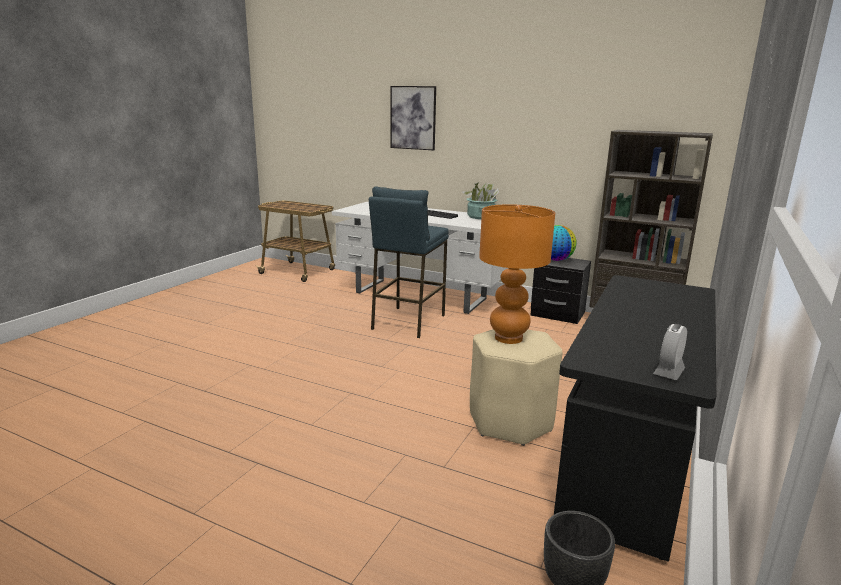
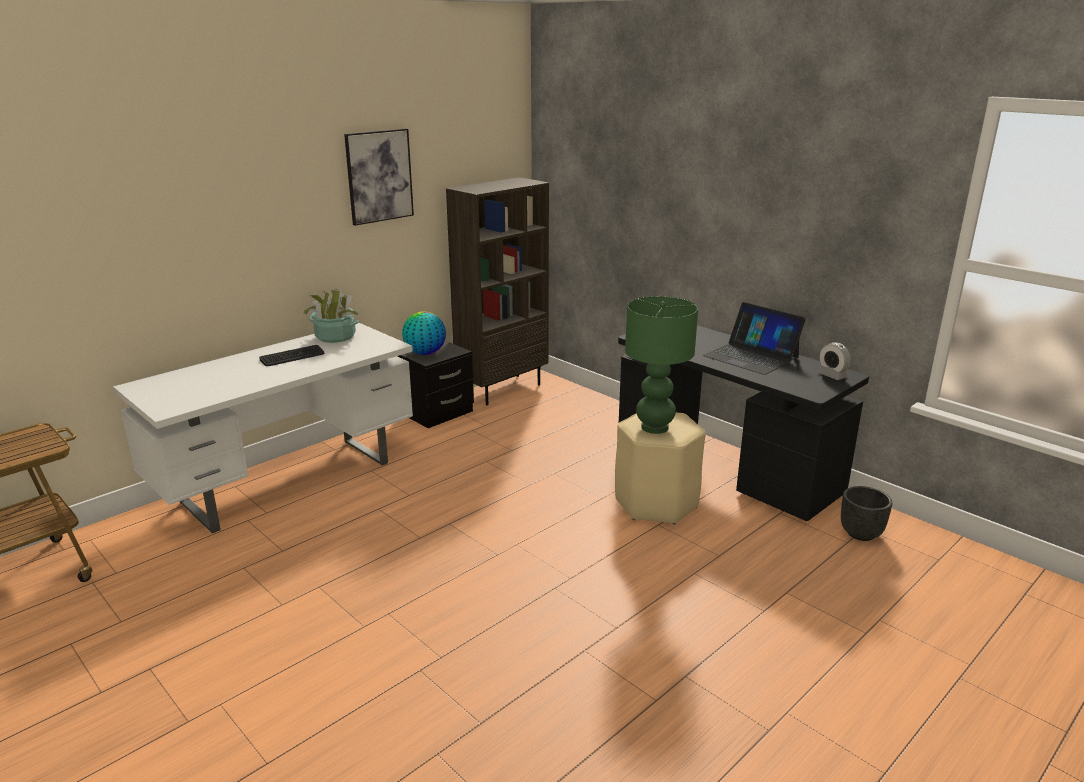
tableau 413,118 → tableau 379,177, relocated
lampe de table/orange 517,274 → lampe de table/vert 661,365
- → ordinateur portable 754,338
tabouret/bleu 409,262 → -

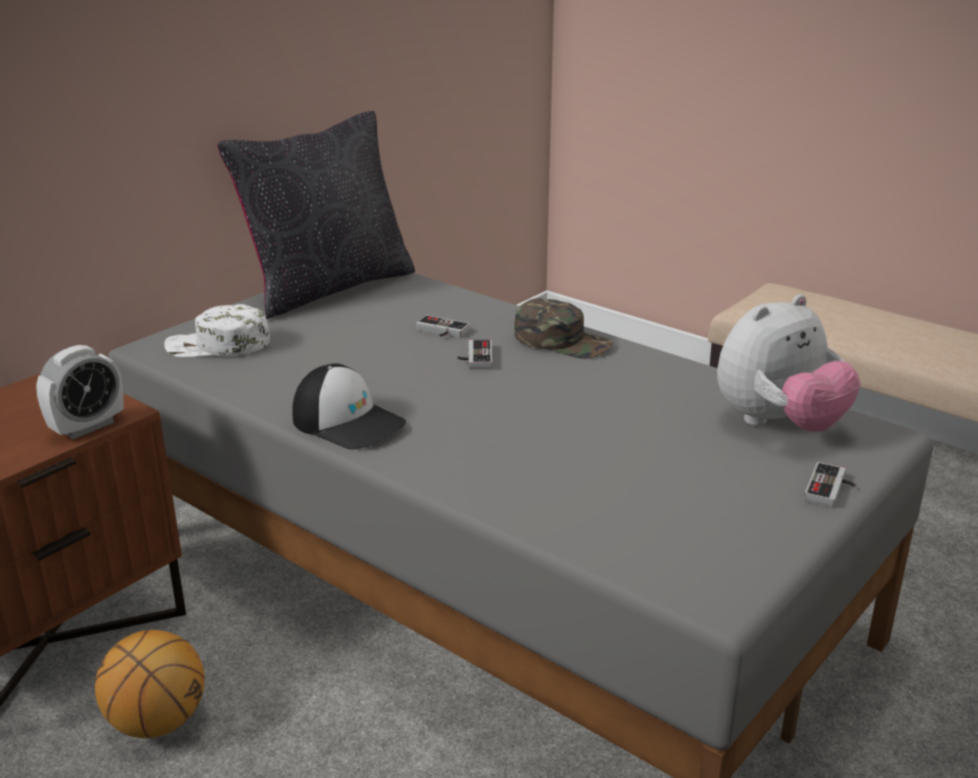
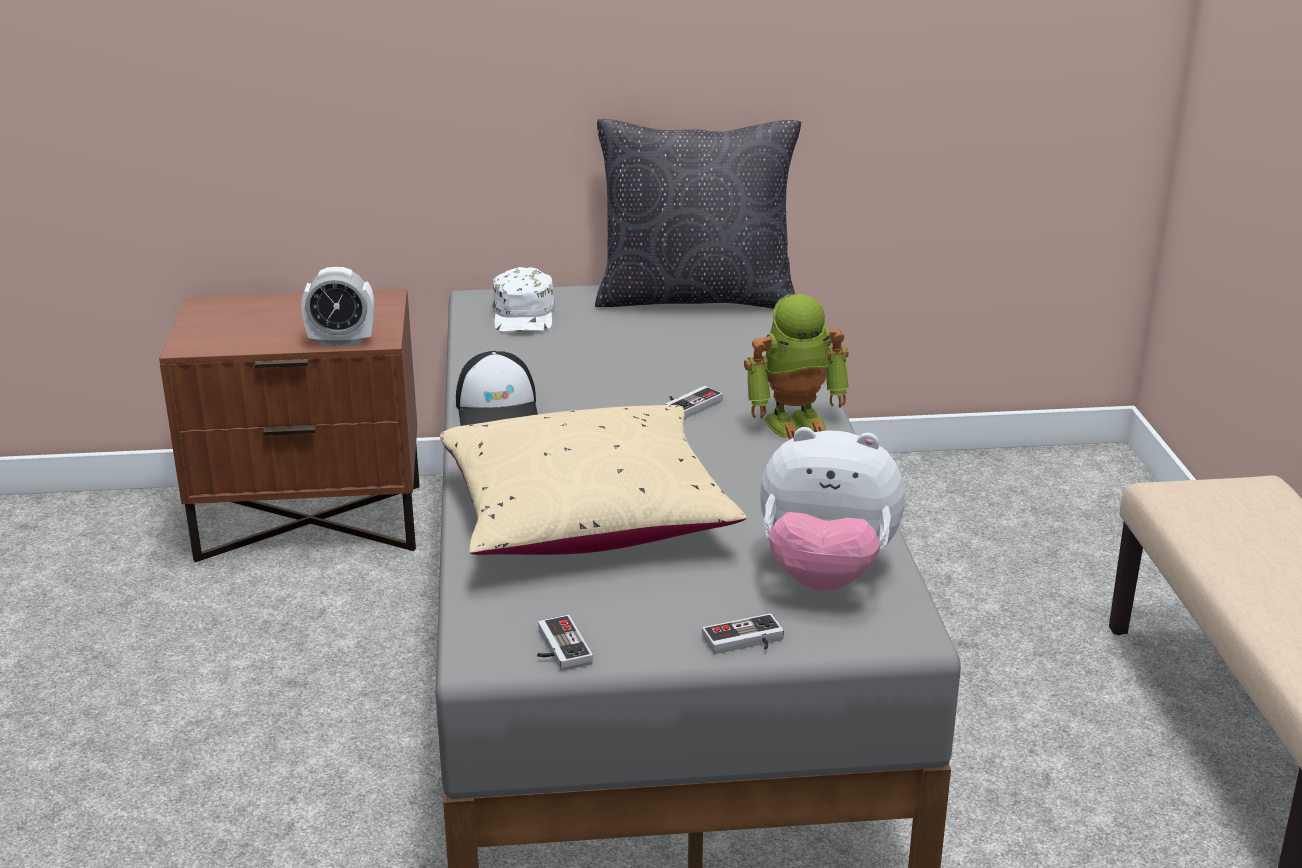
- → coussin/beige 593,480
casquette/blanc 217,331 → casquette/blanc 523,299, 135 degrees counterclockwise
manette 443,326 → manette 565,643, relocated
casquette/vert 564,328 → robot jouet 796,366
ballon de basket 150,684 → -

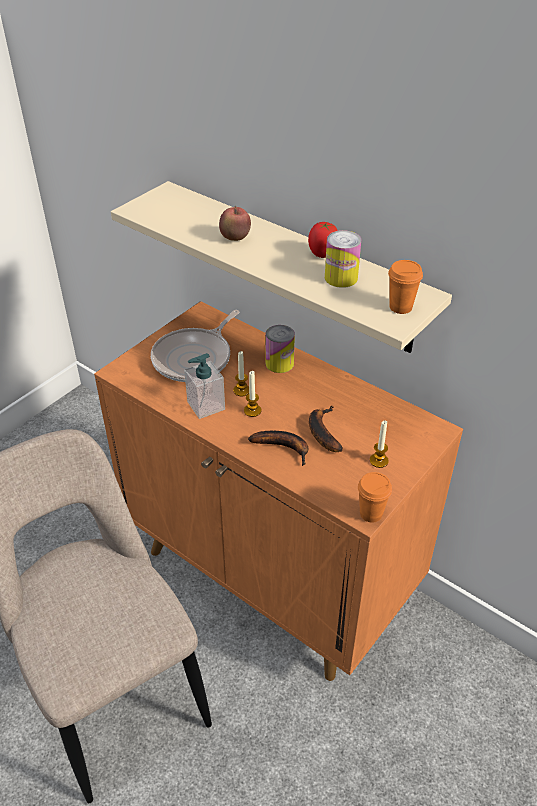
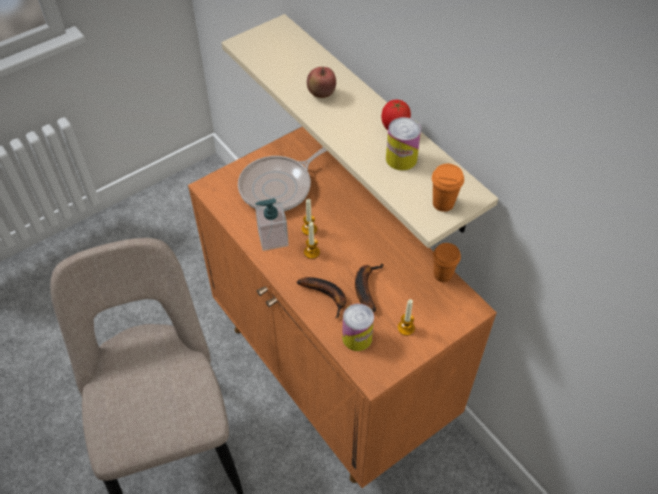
boîte métallique 280,349 → boîte métallique 358,327, relocated
tasse/orange 375,497 → tasse/orange 447,262, relocated

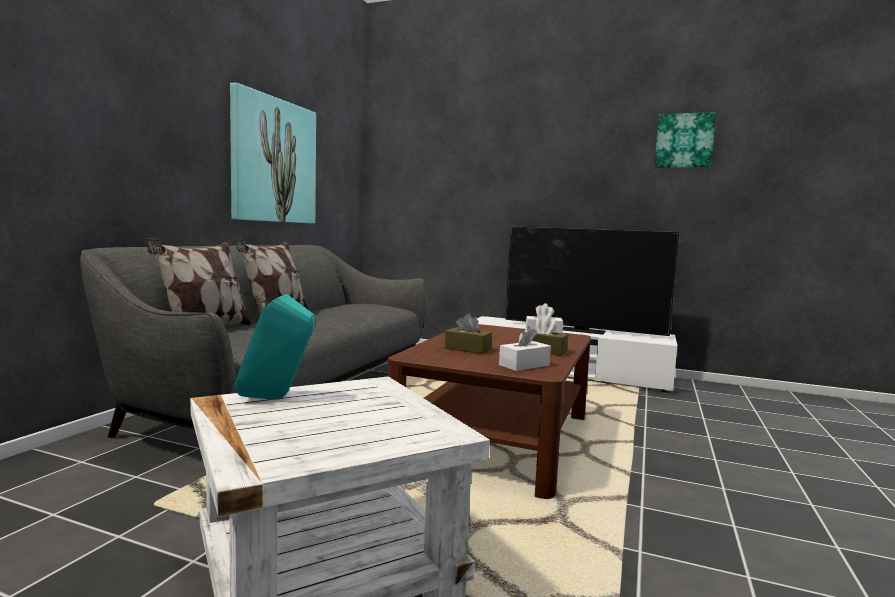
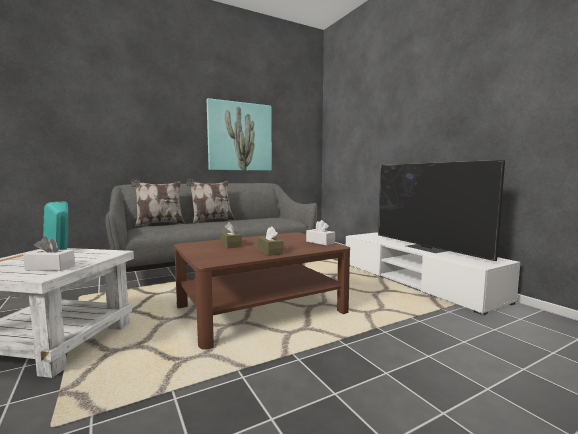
boîte à mouchoirs/blanc 525,348 → boîte à mouchoirs/blanc 49,253, relocated
tableau 685,140 → -

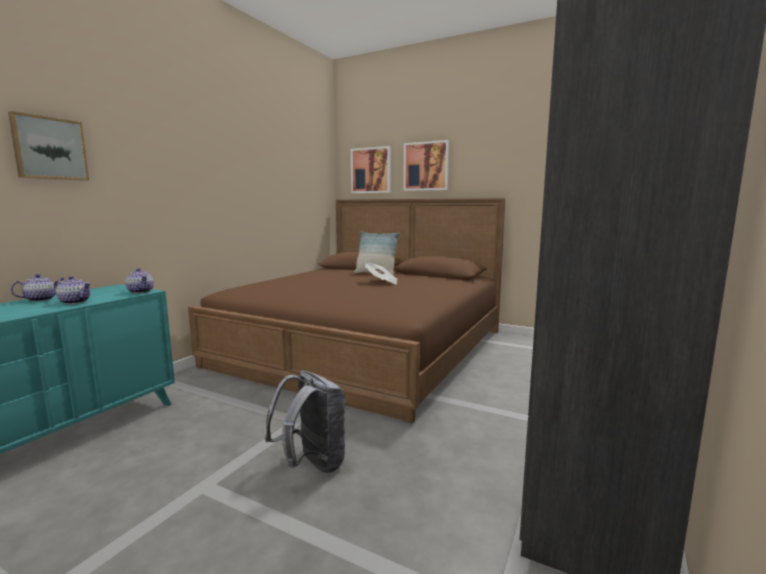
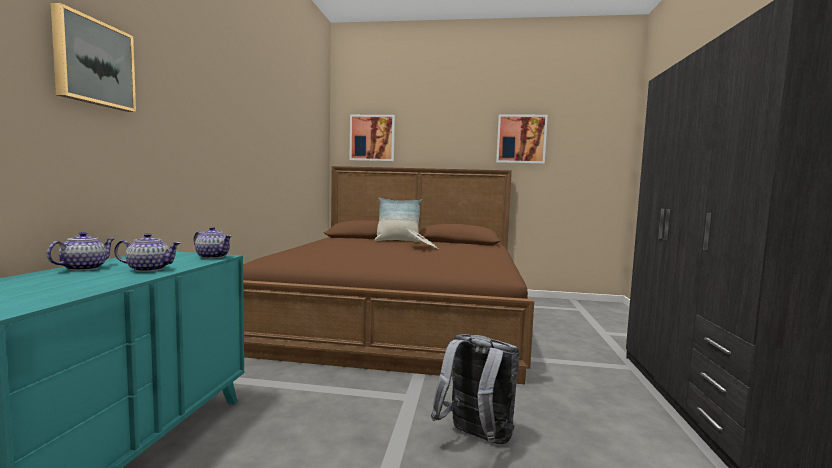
tableau 426,165 → tableau 522,139, relocated

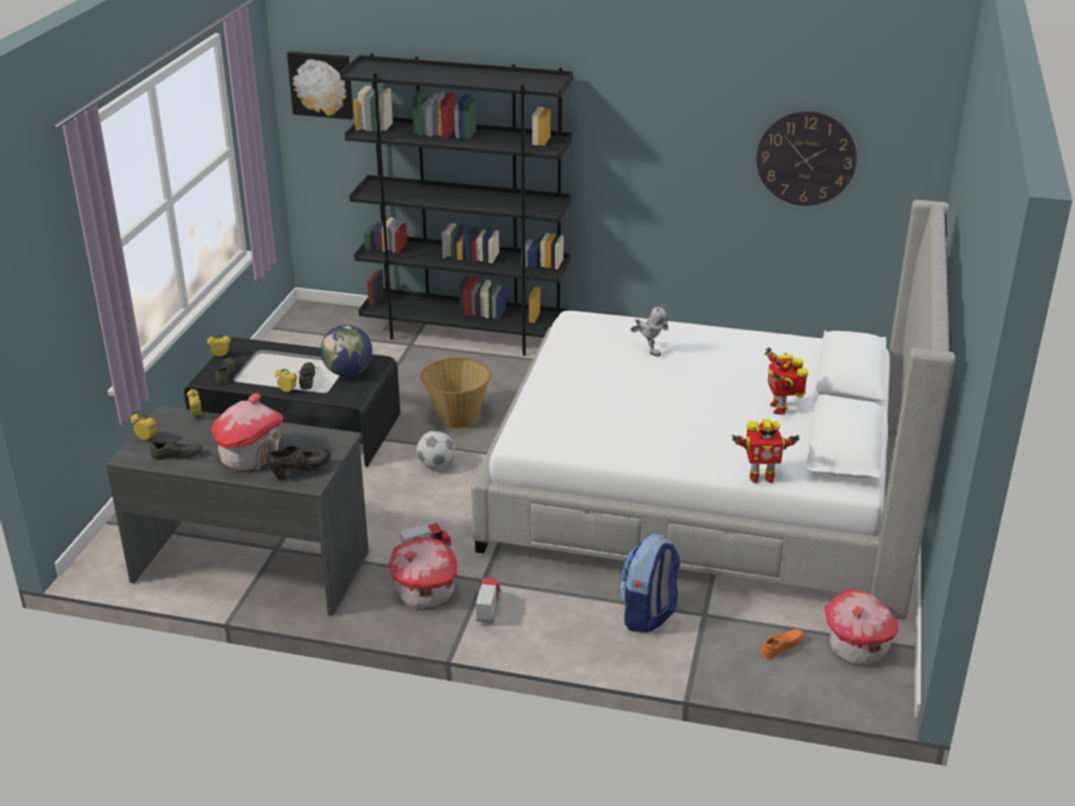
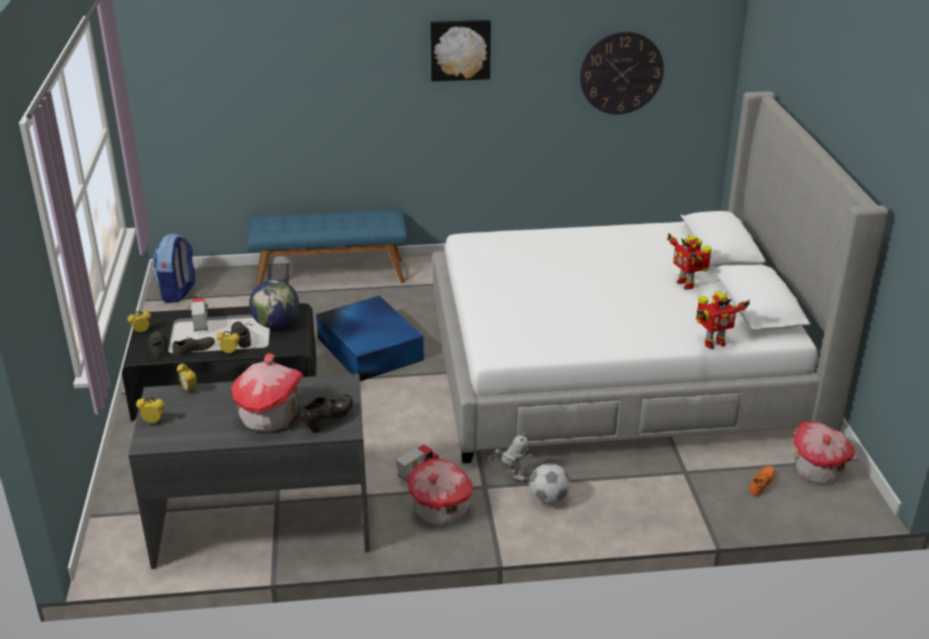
sac à dos 650,583 → sac à dos 174,268, relocated
chaussure/gris 176,449 → chaussure/gris 194,346, relocated
camion jouet 488,600 → camion jouet 198,315, relocated
bibliothèque/noir 456,204 → banc/bleu 327,247
panier 456,393 → boîte de rangement/bleu 370,338
tableau 320,85 → tableau 460,51, relocated
robot jouet 649,330 → robot jouet 510,457, relocated
ballon de foot 435,450 → ballon de foot 549,484, relocated

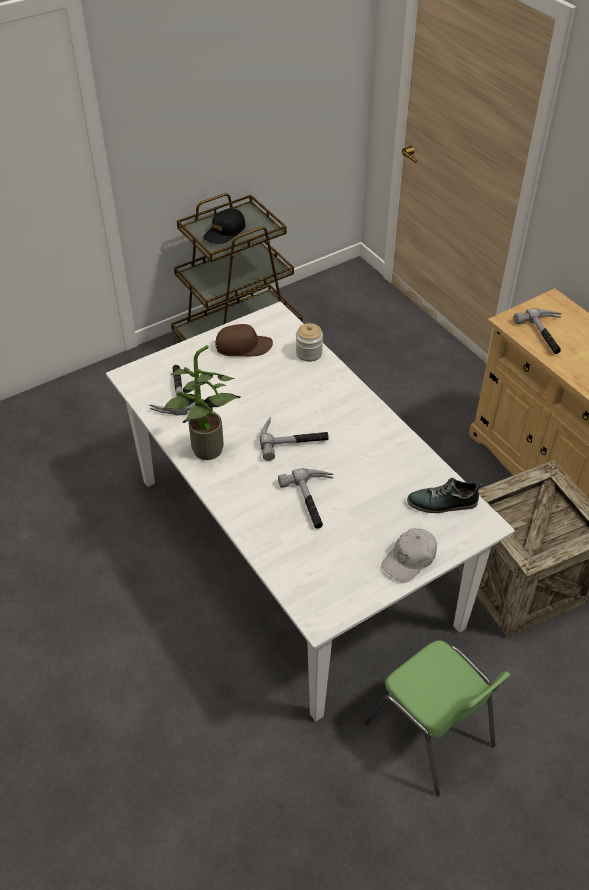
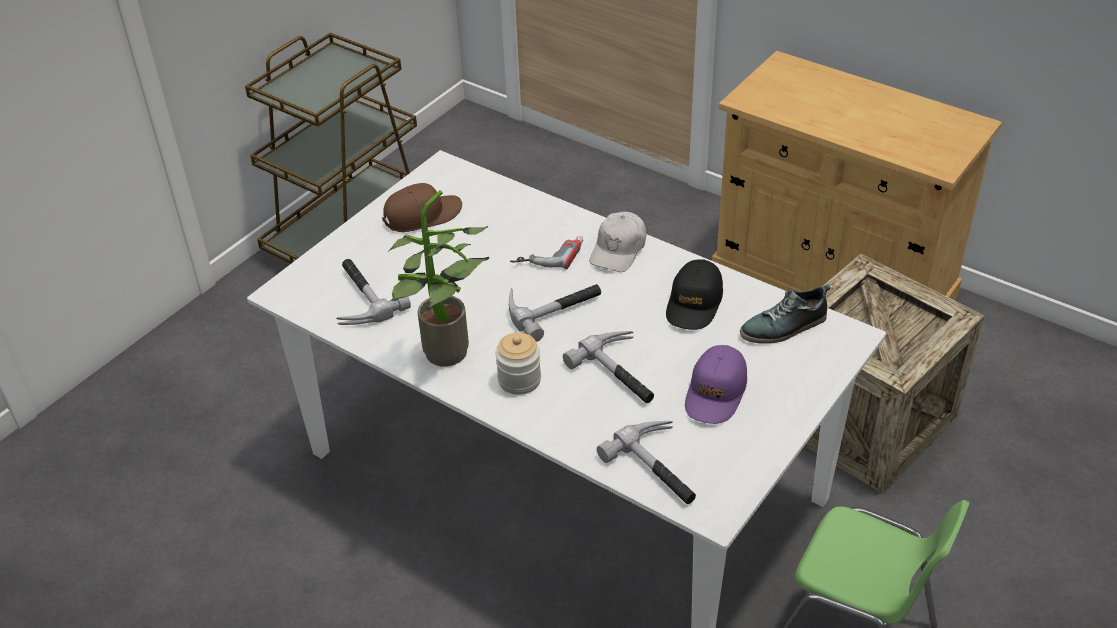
bocal 309,342 → bocal 518,364, relocated
- → perceuse 546,252
casquette/blanc 409,555 → casquette/blanc 617,242, relocated
marteau 538,331 → marteau 646,462, relocated
casquette/noir 224,226 → casquette/noir 694,295, relocated
- → casquette/violet 716,384

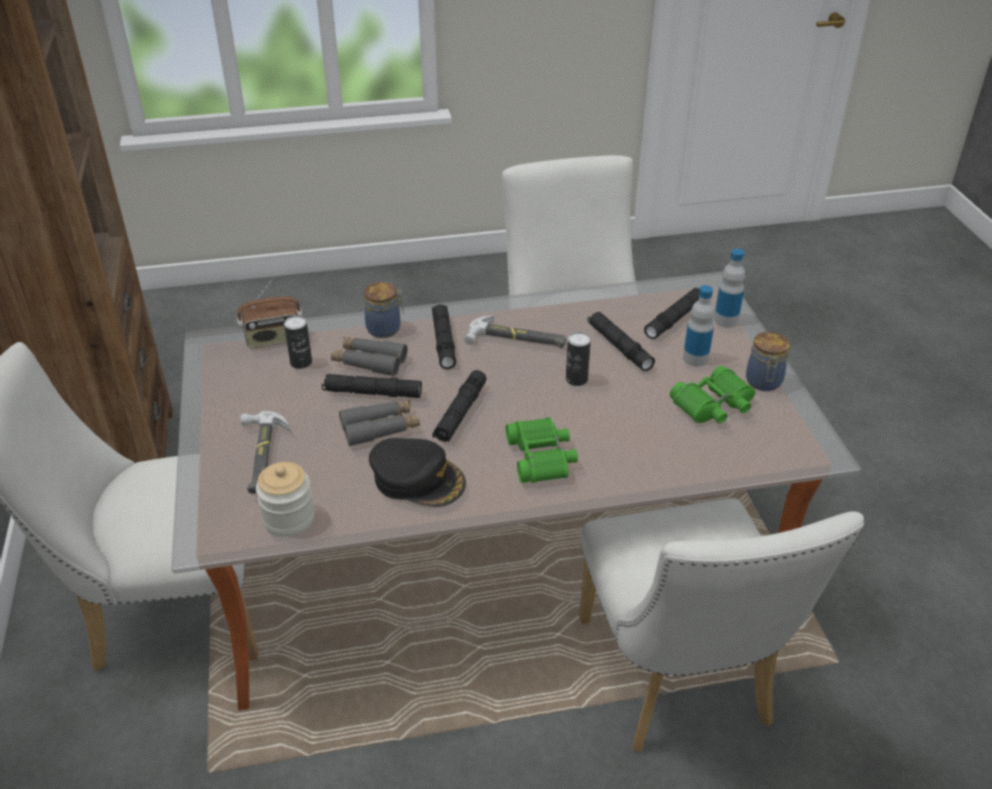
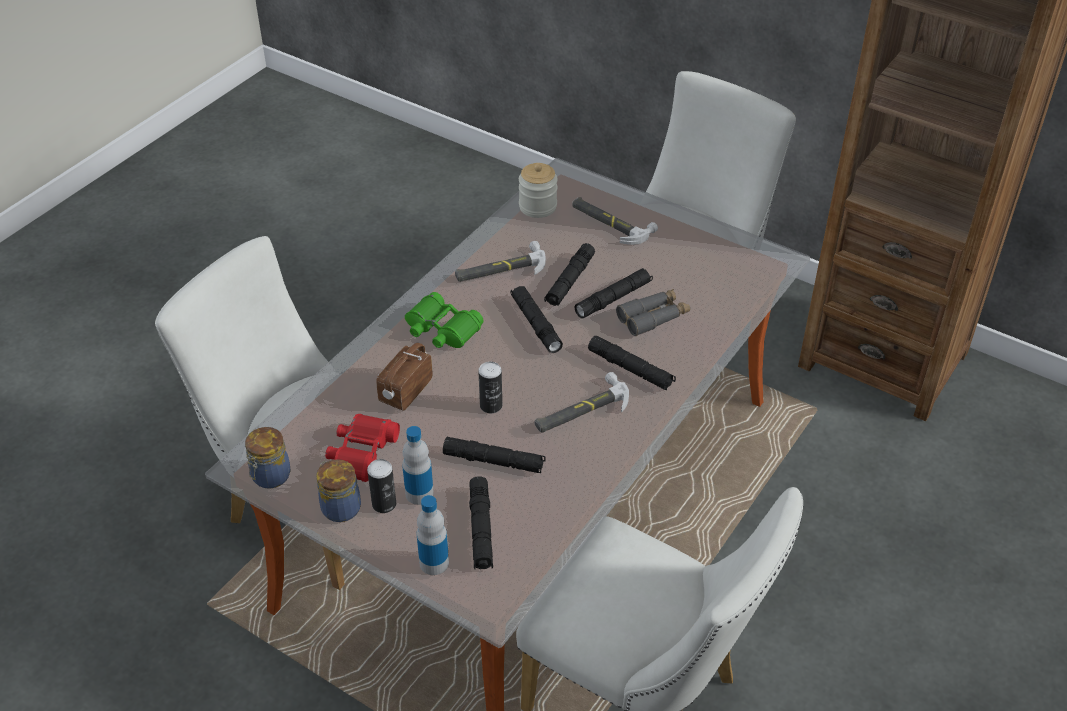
bocal 384,310 → bocal 267,458, relocated
jumelles/vert 712,394 → jumelles/rouge 362,448
boîte métallique 298,342 → boîte métallique 381,486, relocated
radio 270,313 → radio 404,377, relocated
casquette/noir 417,472 → marteau 500,261
jumelles/gris 379,423 → lampe de poche/noir 569,274

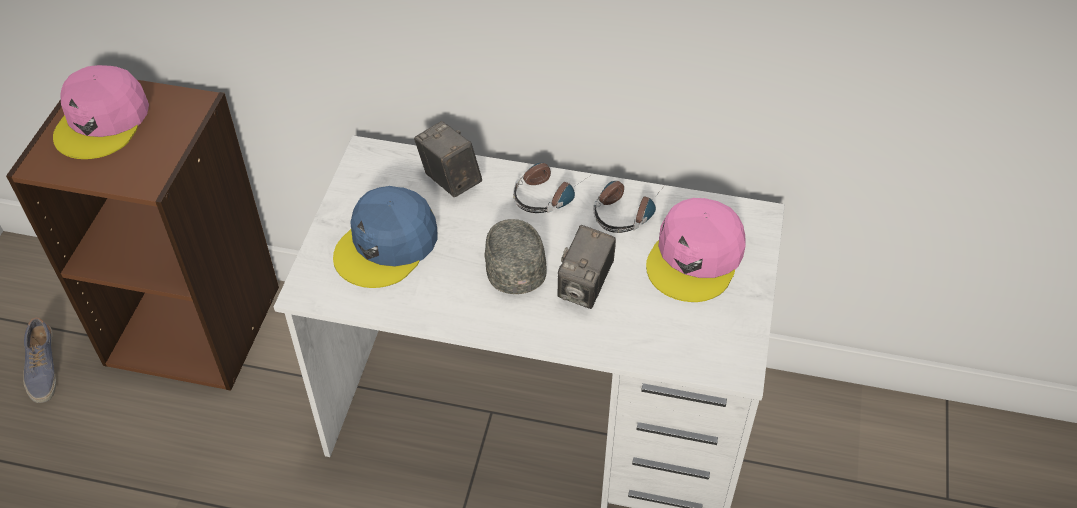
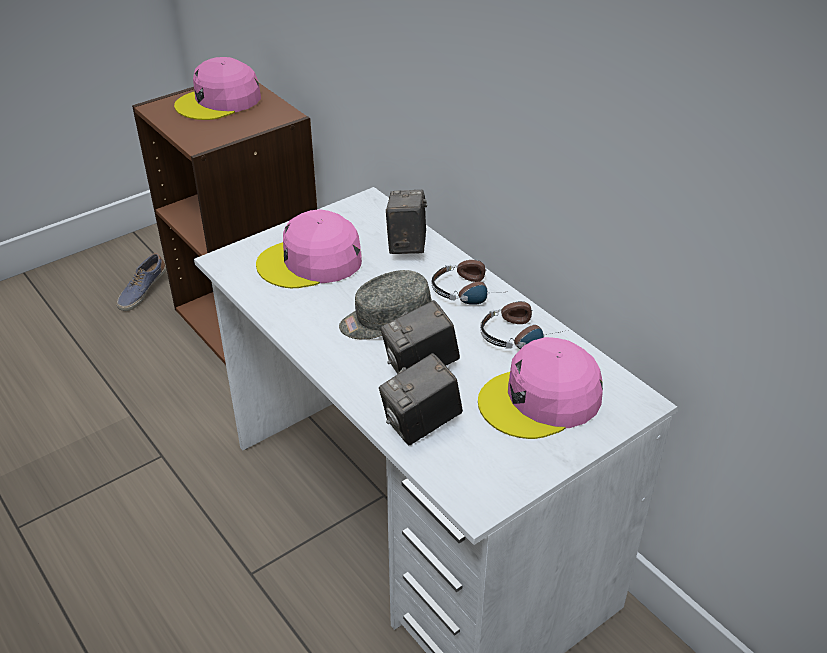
casquette/bleu 385,237 → casquette/rose 309,248
casquette/gris 516,256 → casquette/gris 385,305, 135 degrees counterclockwise
- → appareil photo 421,399

